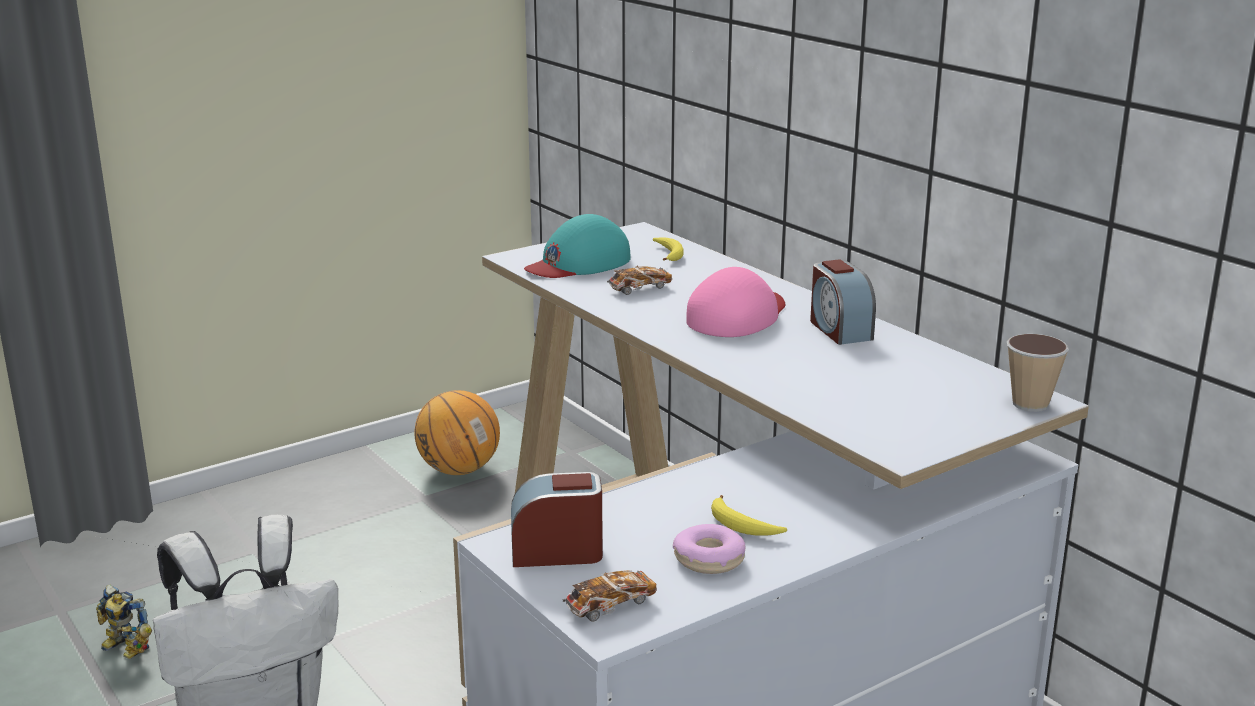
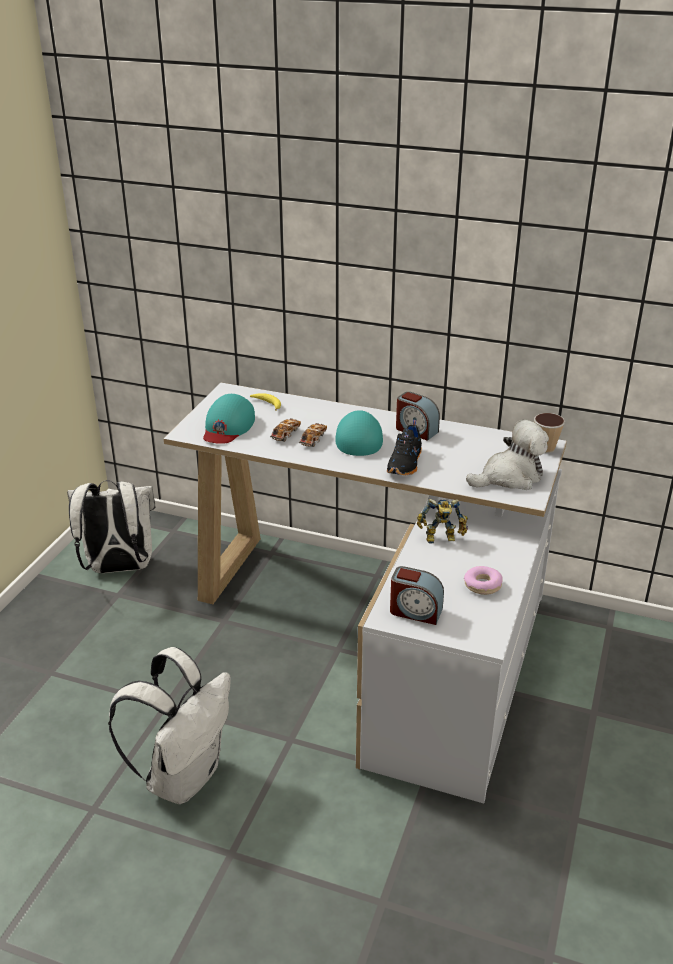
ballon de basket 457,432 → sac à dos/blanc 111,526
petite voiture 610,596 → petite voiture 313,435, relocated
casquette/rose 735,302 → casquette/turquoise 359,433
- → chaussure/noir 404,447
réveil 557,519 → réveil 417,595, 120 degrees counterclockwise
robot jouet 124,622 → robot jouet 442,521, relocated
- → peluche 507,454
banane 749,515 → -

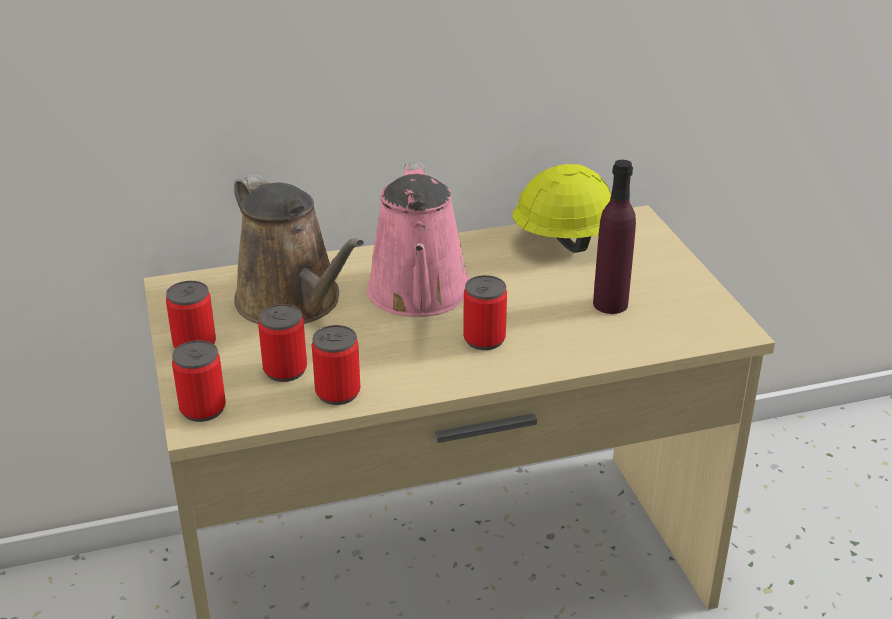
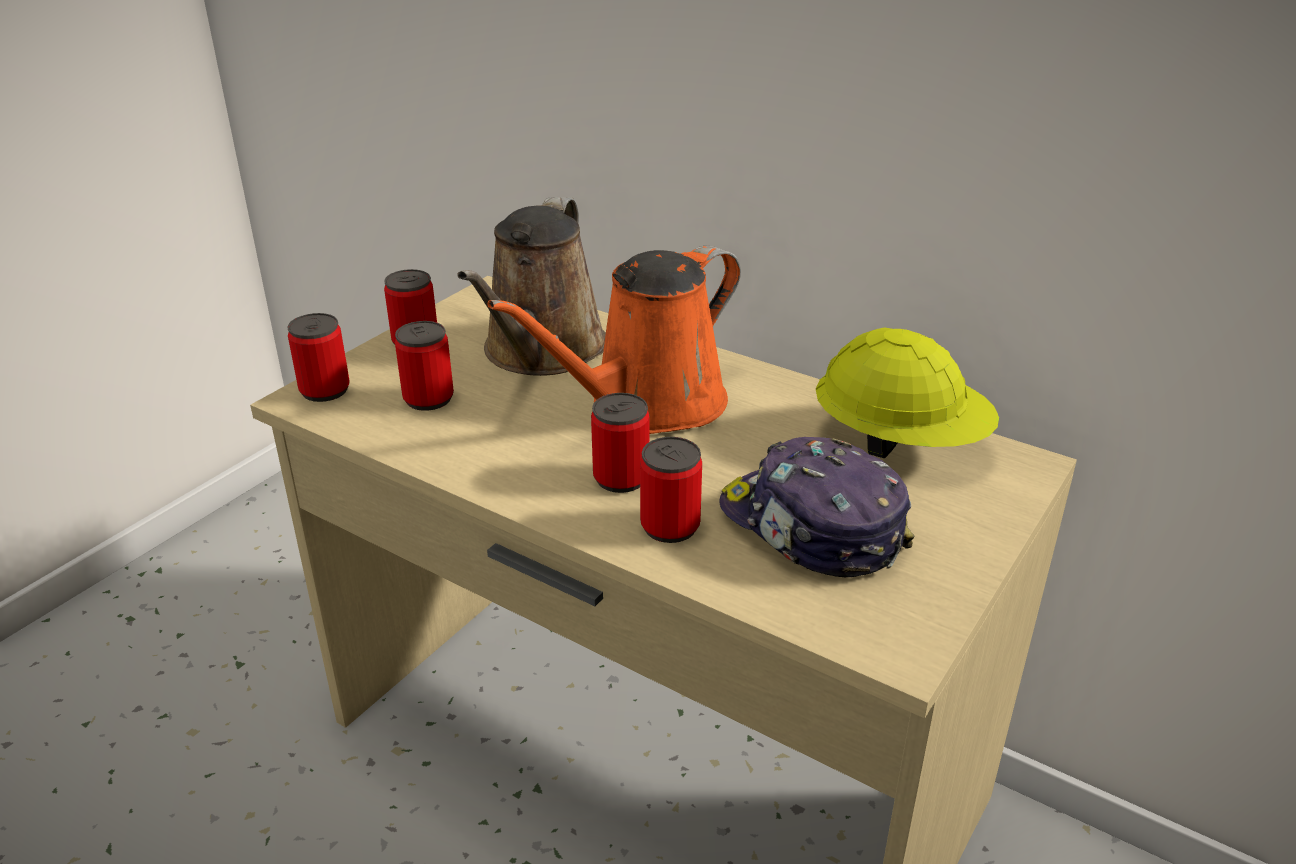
arrosoir/rose 418,239 → arrosoir/orange 614,340
boîte métallique 336,365 → boîte métallique 671,490, relocated
bouteille/violet 614,237 → casquette 816,507

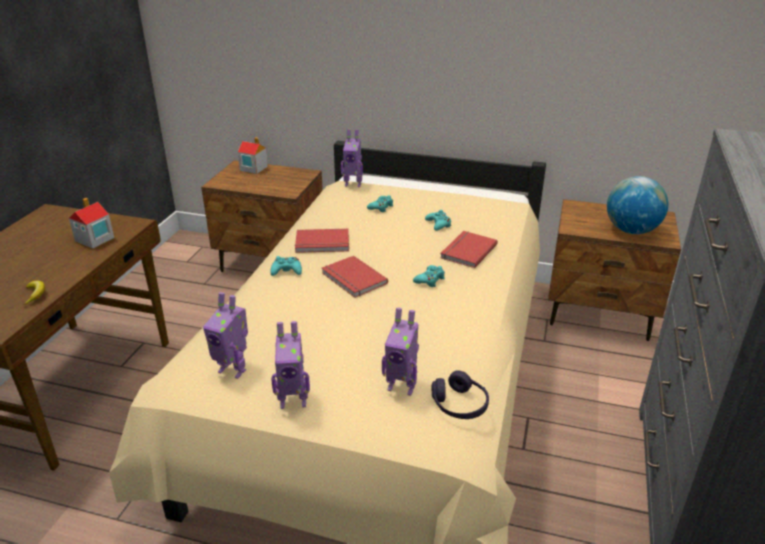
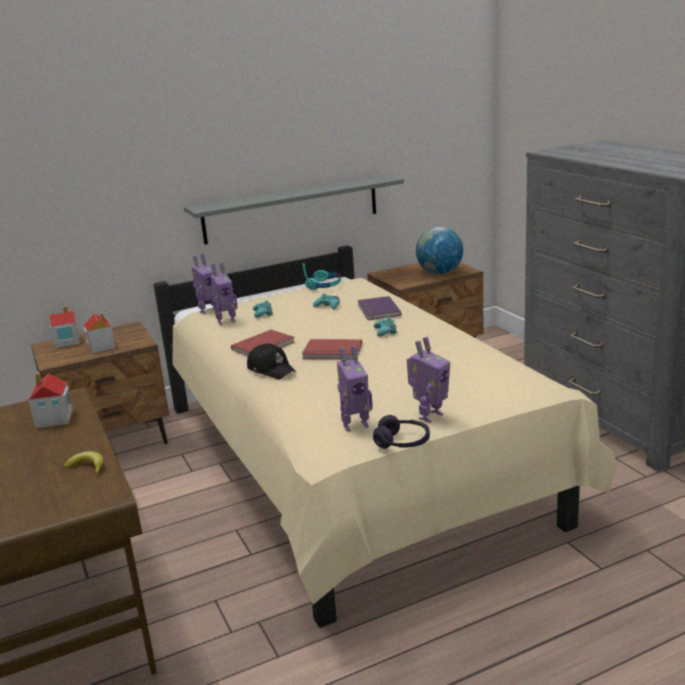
- → maison miniature 99,332
- → étagère/gris 294,209
robot jouet 400,351 → robot jouet 223,294, relocated
manette/turquoise 286,266 → casquette/noir 271,361
- → casque audio/turquoise 322,276
livre/rouge 469,249 → livre/violet 379,308
casque audio/violet 460,394 → casque audio/violet 401,432, relocated

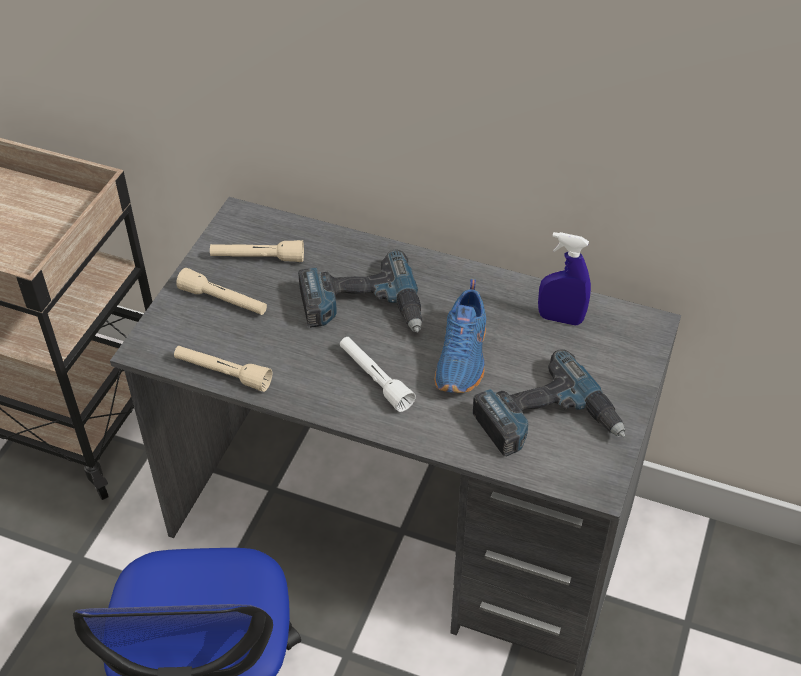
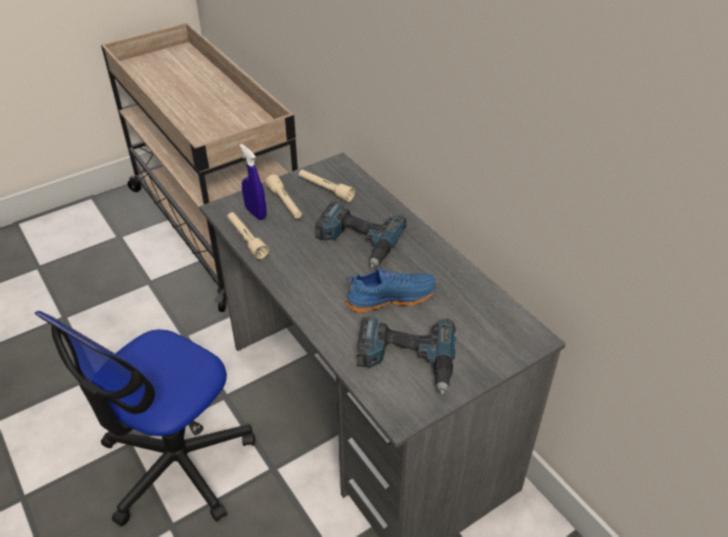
vaporisateur/bleu 564,279 → vaporisateur/bleu 253,182, relocated
chaussure/bleu 460,336 → chaussure/bleu 391,290, 150 degrees counterclockwise
lampe de poche/blanc 378,374 → -

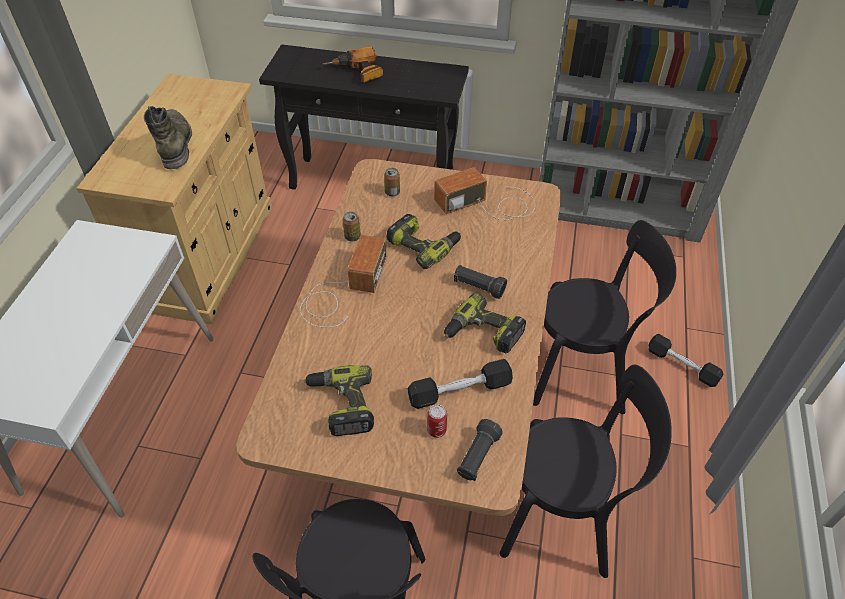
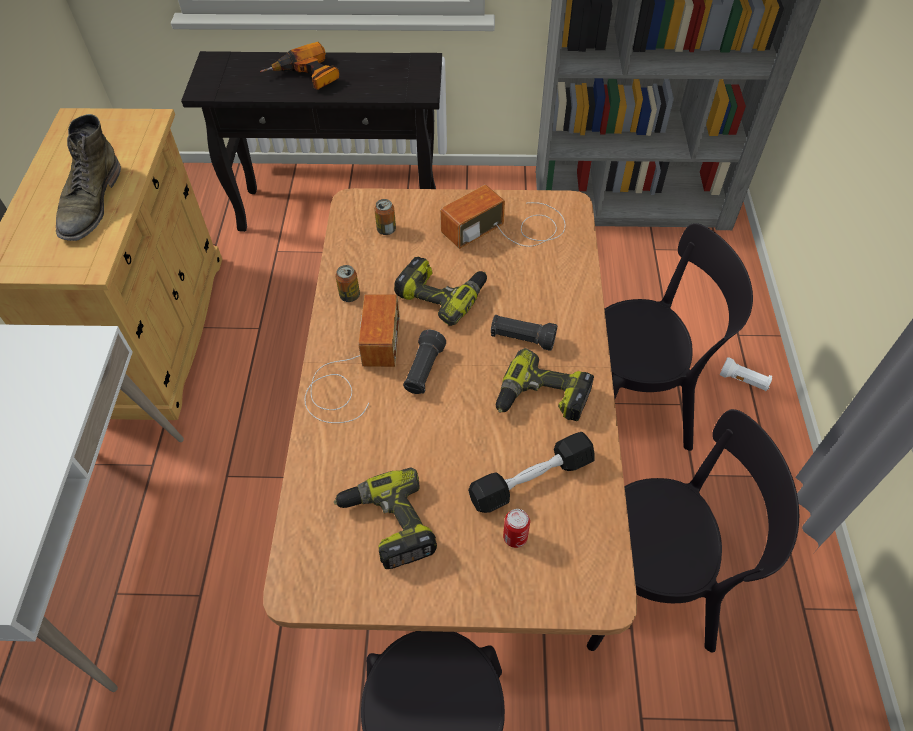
botte/vert 168,137 → botte/vert 88,177, 150 degrees counterclockwise
lampe de poche/noir 480,450 → lampe de poche/noir 424,362, relocated
haltère/noir 685,360 → lampe de poche/blanc 746,374

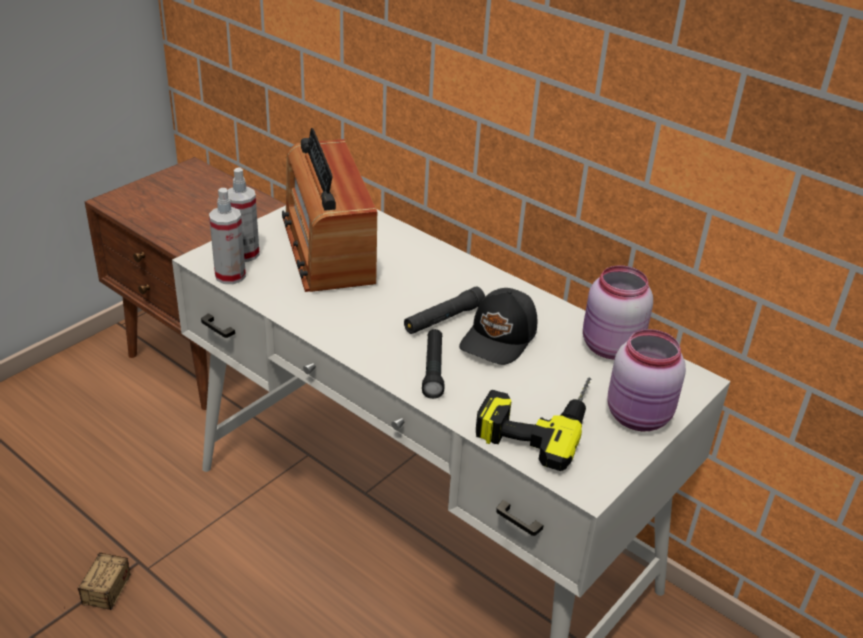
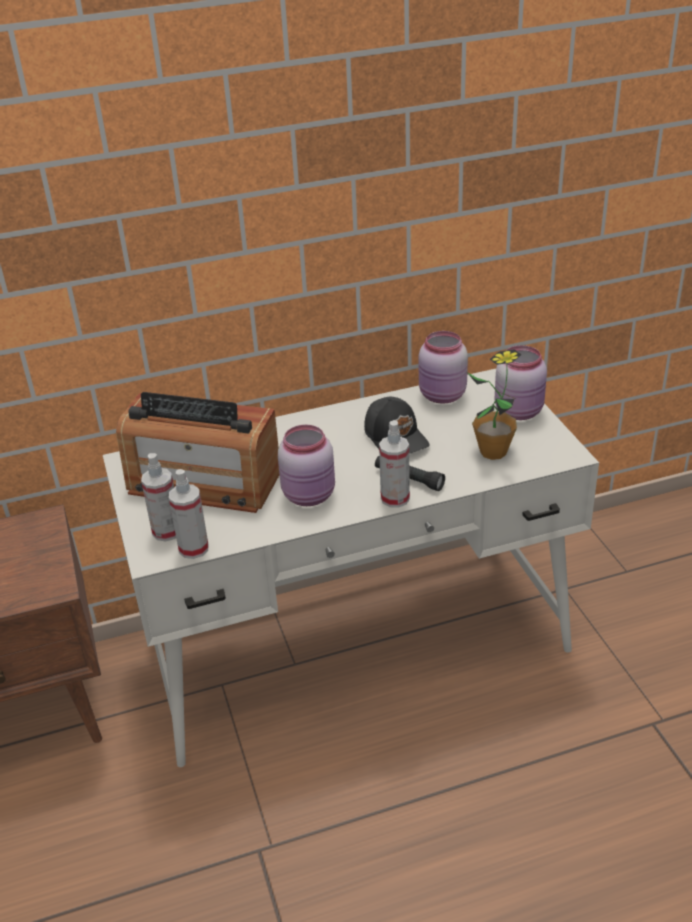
- → bocal/rose 306,465
- → vaporisateur 394,464
perceuse 534,424 → plante en pot 494,404
boîte de rangement 98,581 → -
lampe de poche/noir 444,310 → -

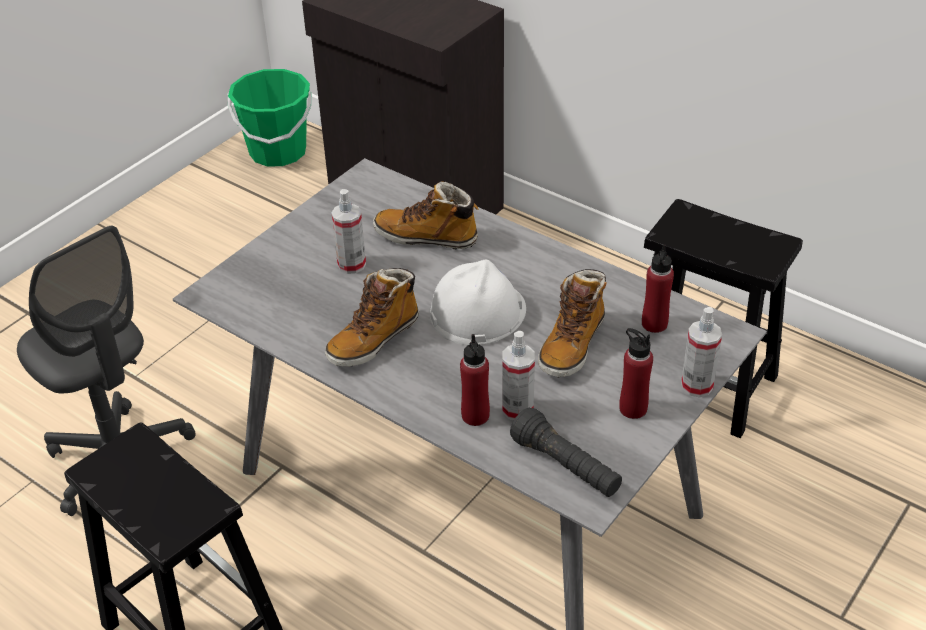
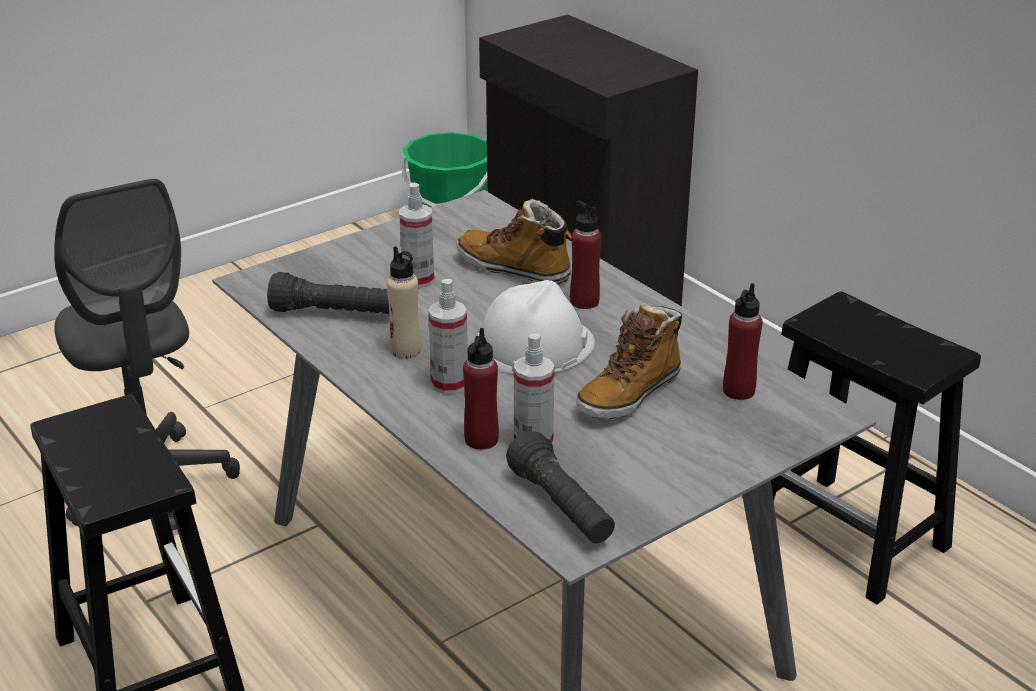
- → lampe de poche/noir 328,293
botte 372,317 → bouteille/beige 404,302
vaporisateur 701,352 → vaporisateur 448,336, relocated
bouteille/rouge 636,373 → bouteille/rouge 586,254, relocated

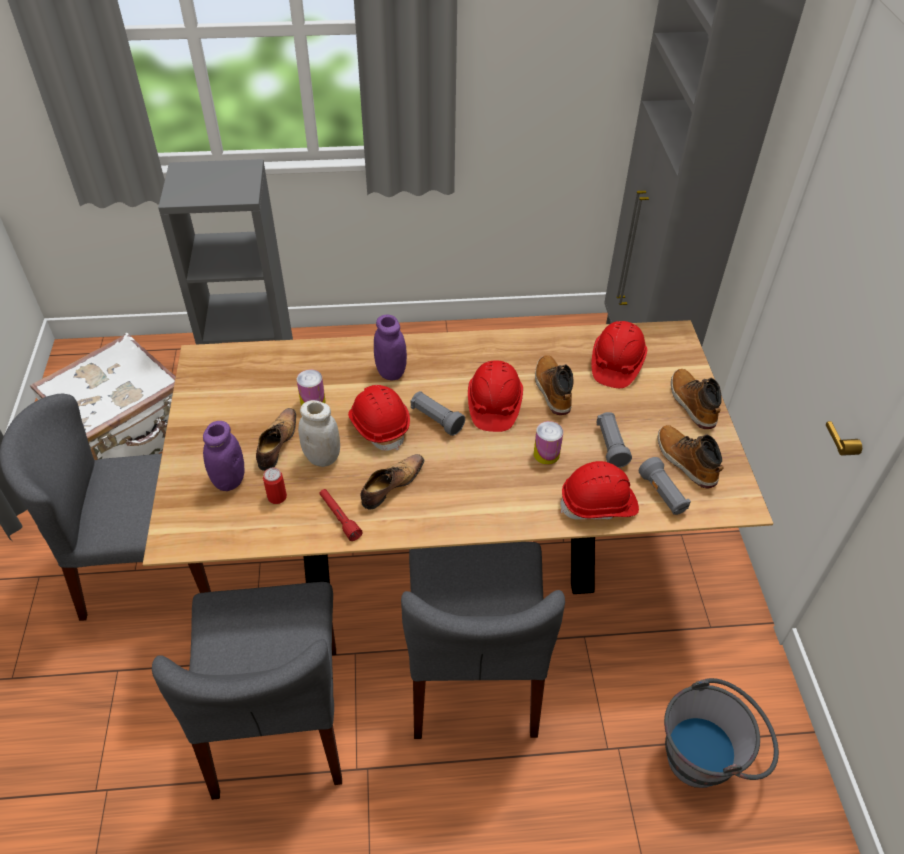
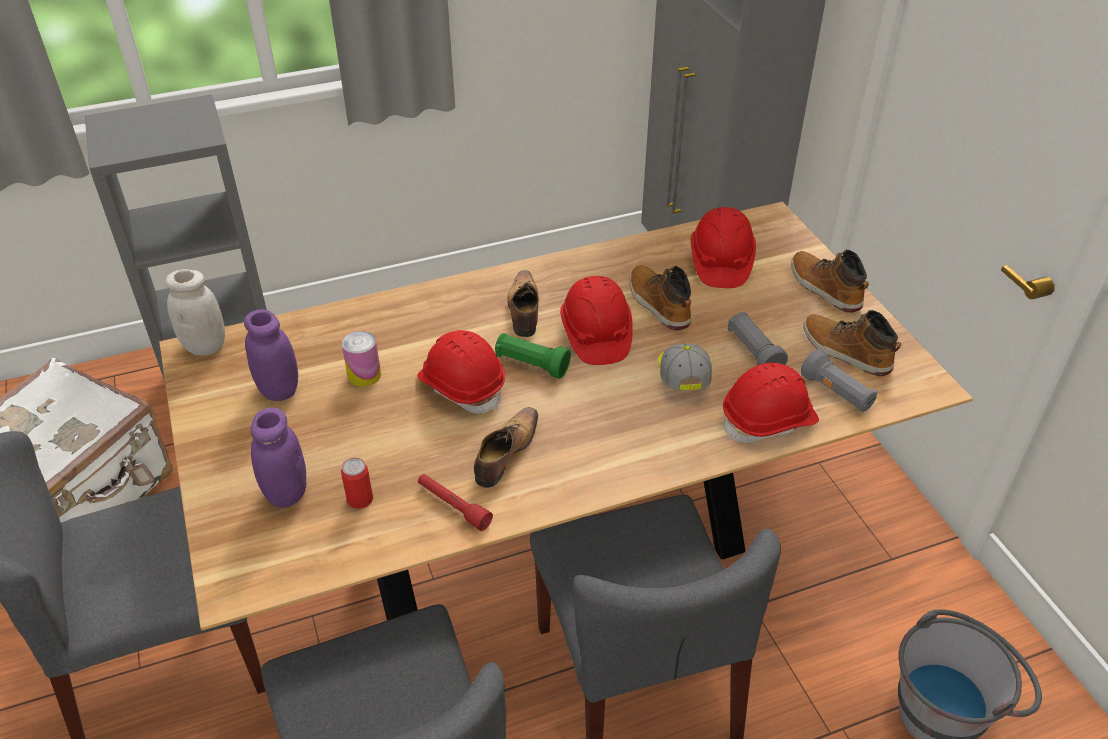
bocal/blanc 319,433 → bocal/blanc 195,312, relocated
bocal/violet 390,347 → bocal/violet 271,355, relocated
lampe de poche/gris 438,413 → lampe de poche/vert 533,356
chaussure 276,439 → chaussure 523,303, relocated
boîte métallique 548,443 → casquette 685,366

